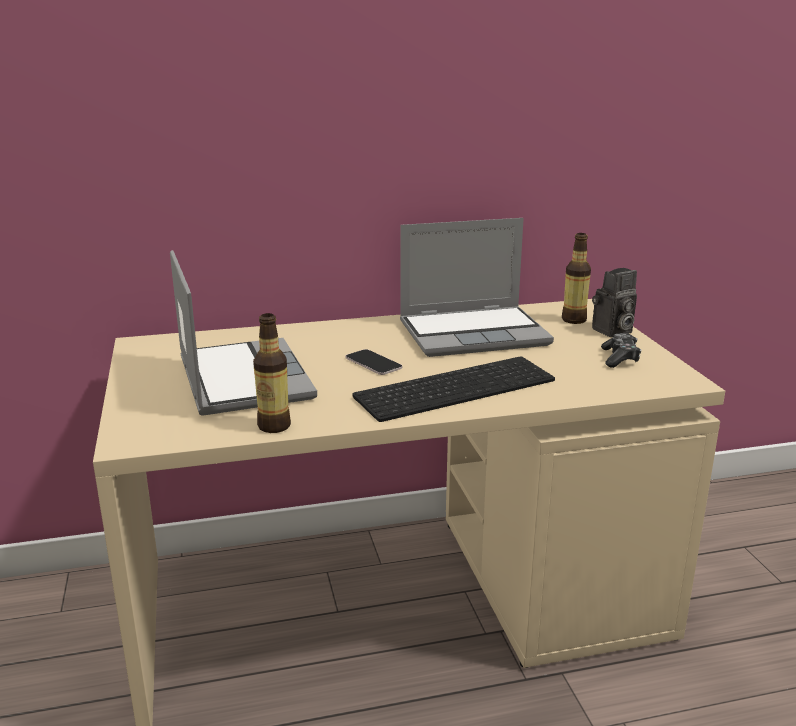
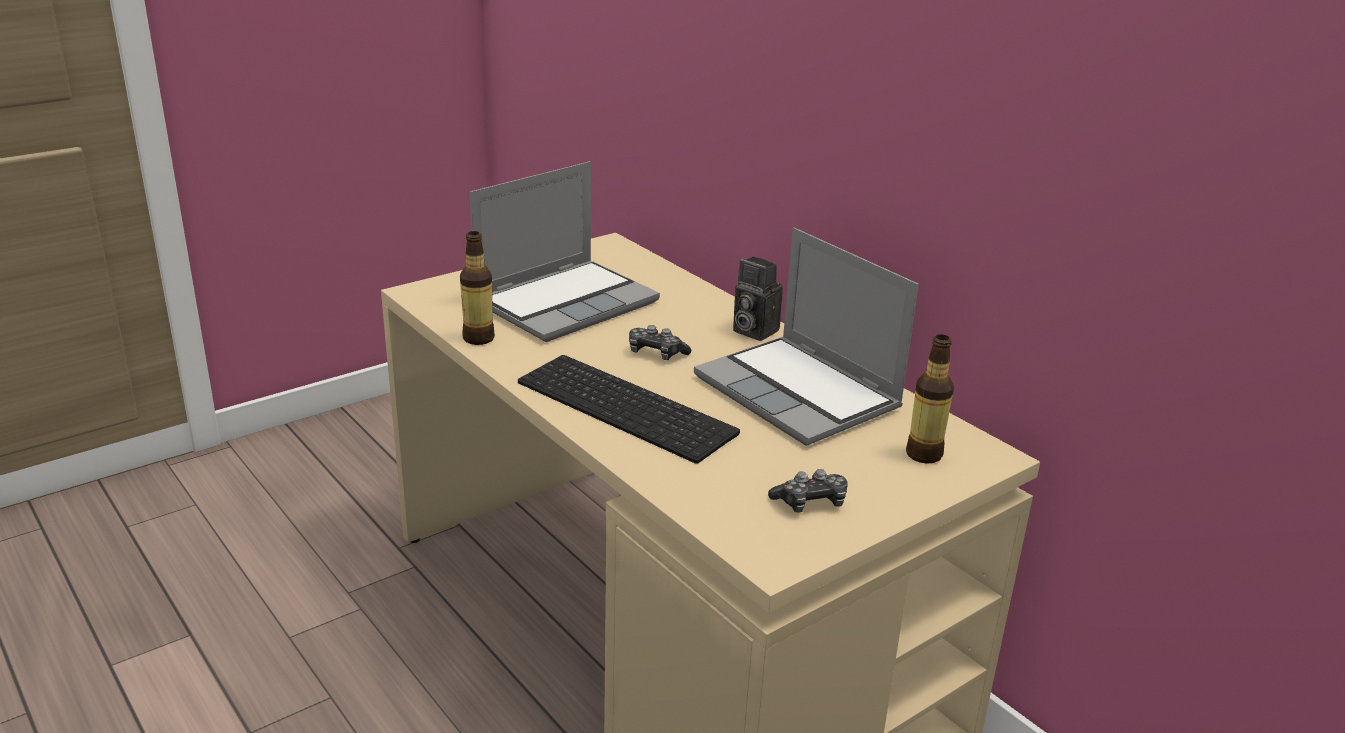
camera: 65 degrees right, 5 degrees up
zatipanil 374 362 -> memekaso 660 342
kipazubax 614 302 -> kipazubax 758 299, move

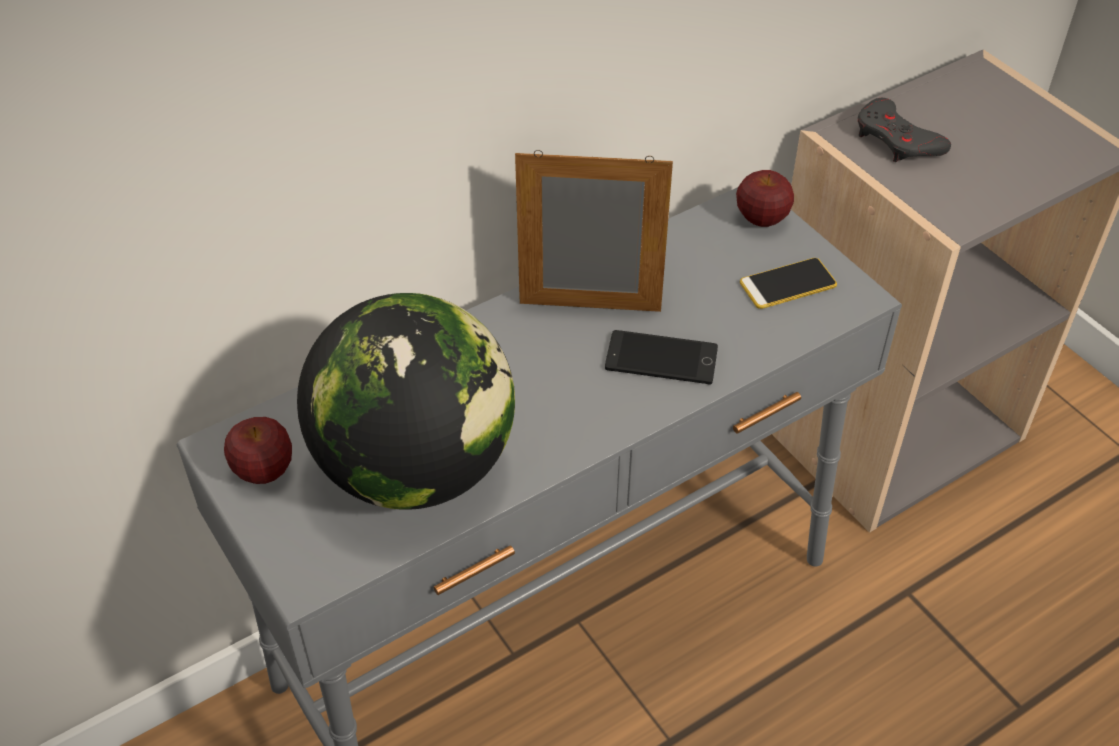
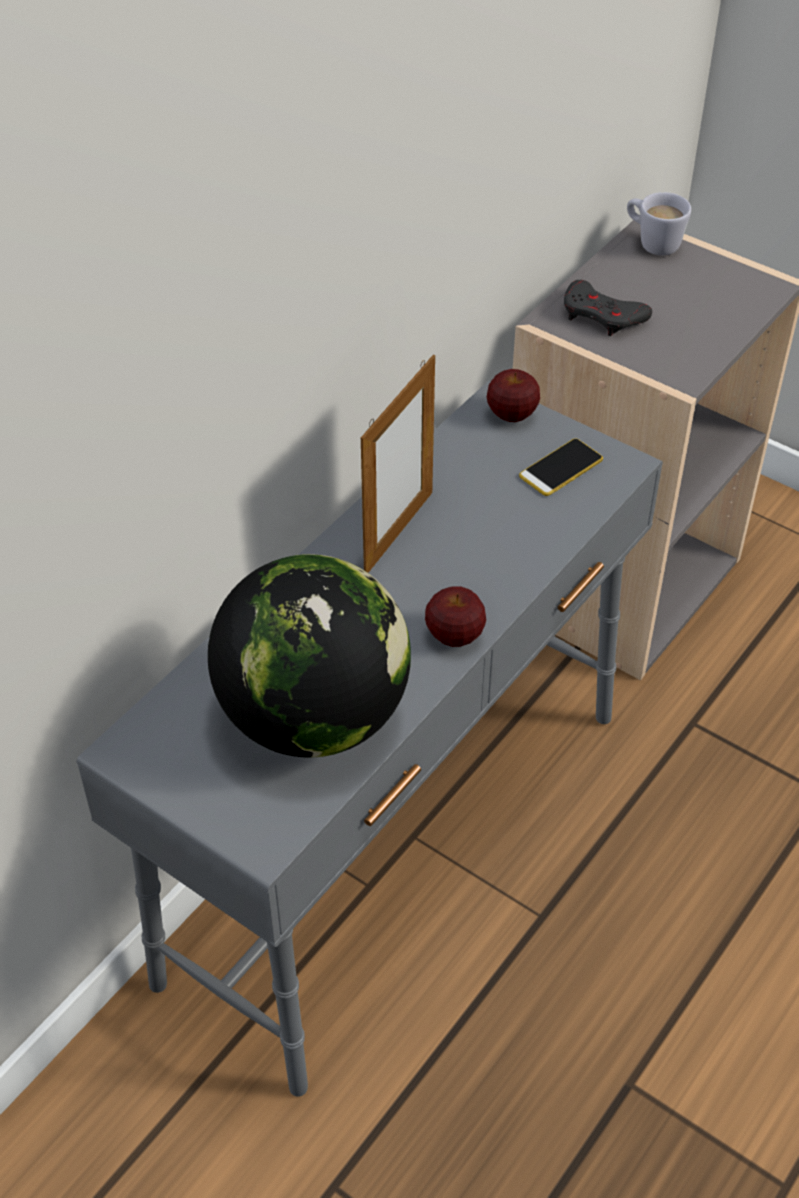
camera: 20 degrees left, 0 degrees up
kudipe 594 231 -> kudipe 398 464, 135 degrees clockwise
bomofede 258 450 -> bomofede 455 616, move
none -> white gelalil 659 224
zatipanil 661 357 -> none

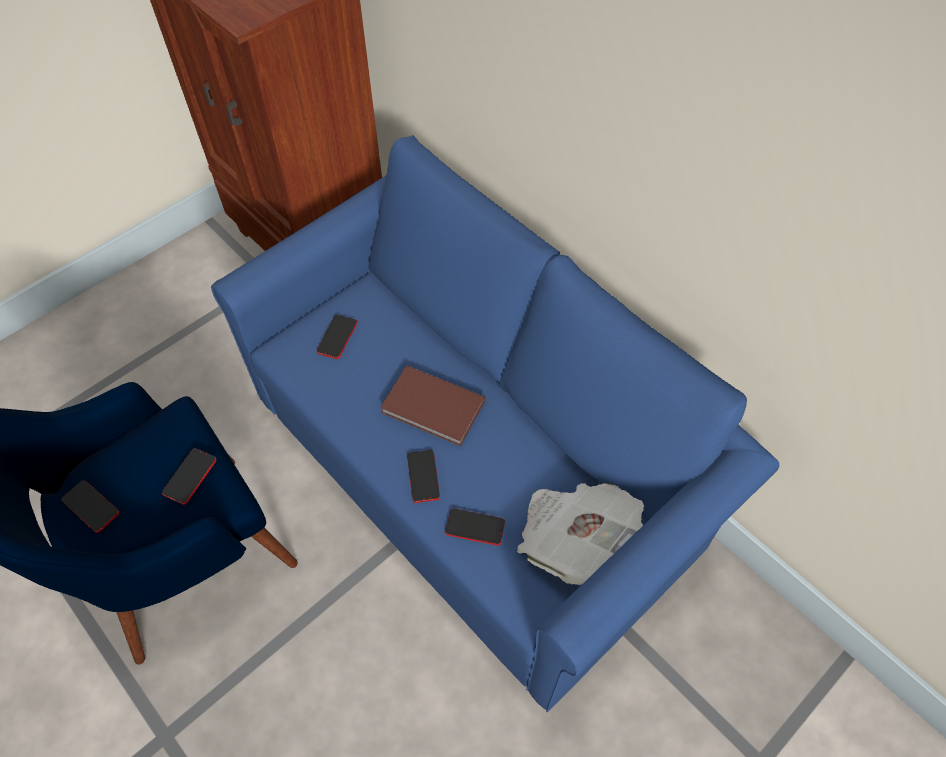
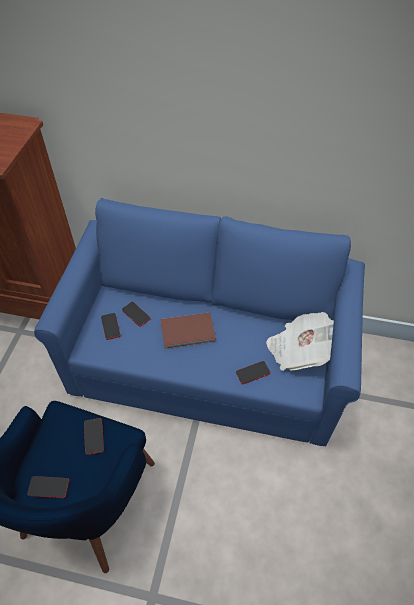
camera: 35 degrees left, 5 degrees down
zatipanil 423 476 -> zatipanil 136 314, move

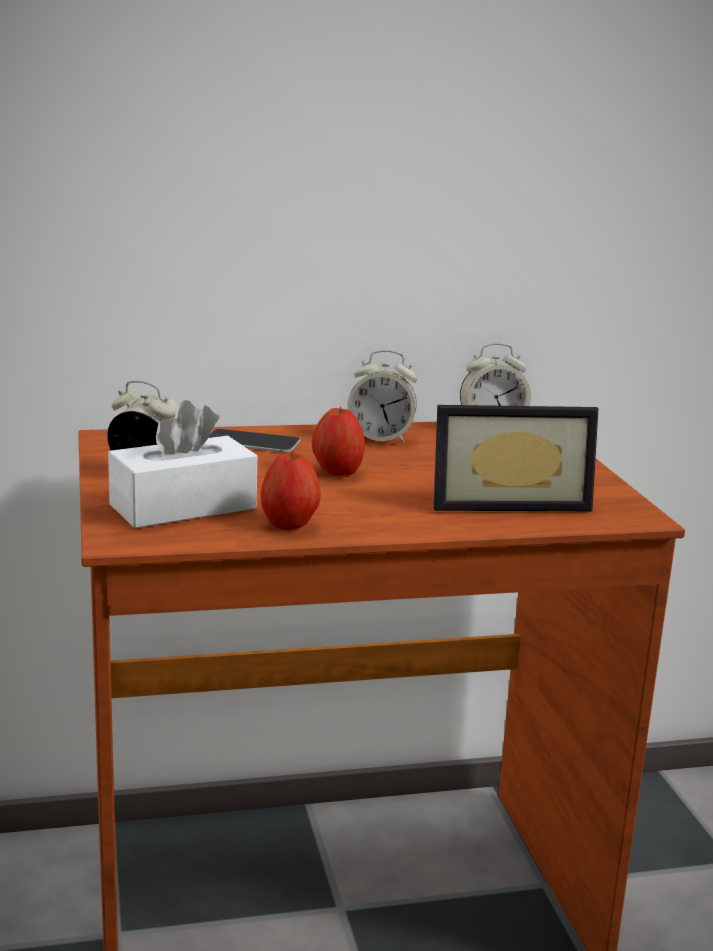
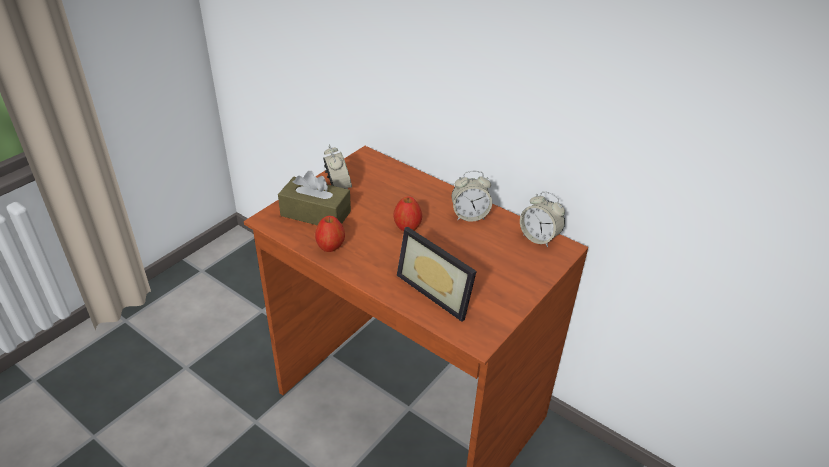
camera: 50 degrees right, 20 degrees up
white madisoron 182 464 -> brown madisoron 314 198
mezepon 382 397 -> mezepon 472 196, 60 degrees counterclockwise
zatipanil 254 441 -> none

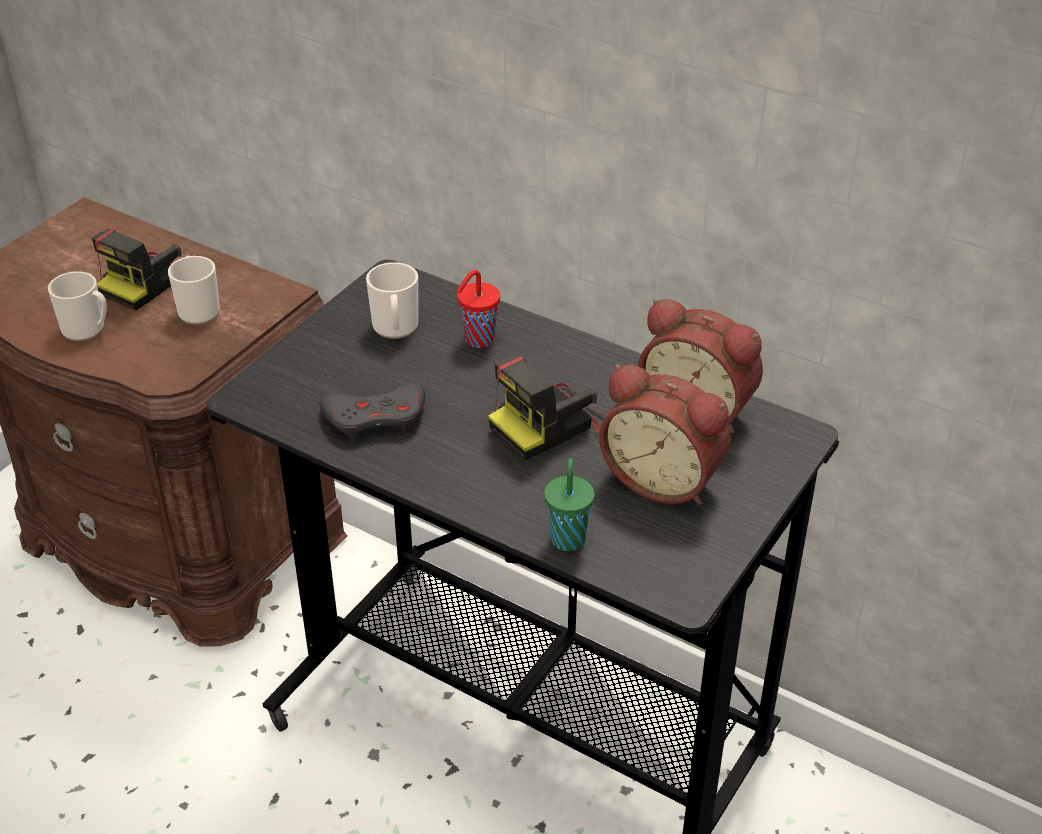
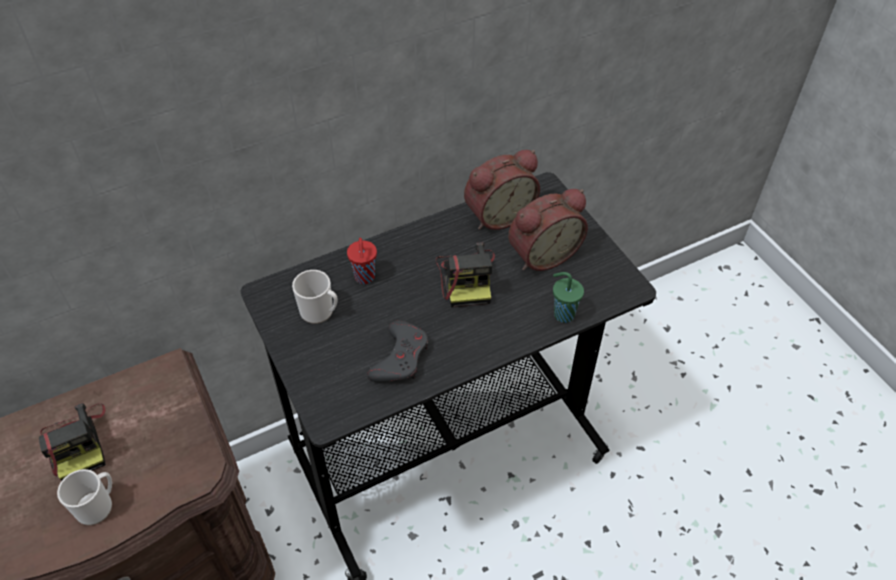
camera: 60 degrees left, 10 degrees up
gelalil 194 290 -> none

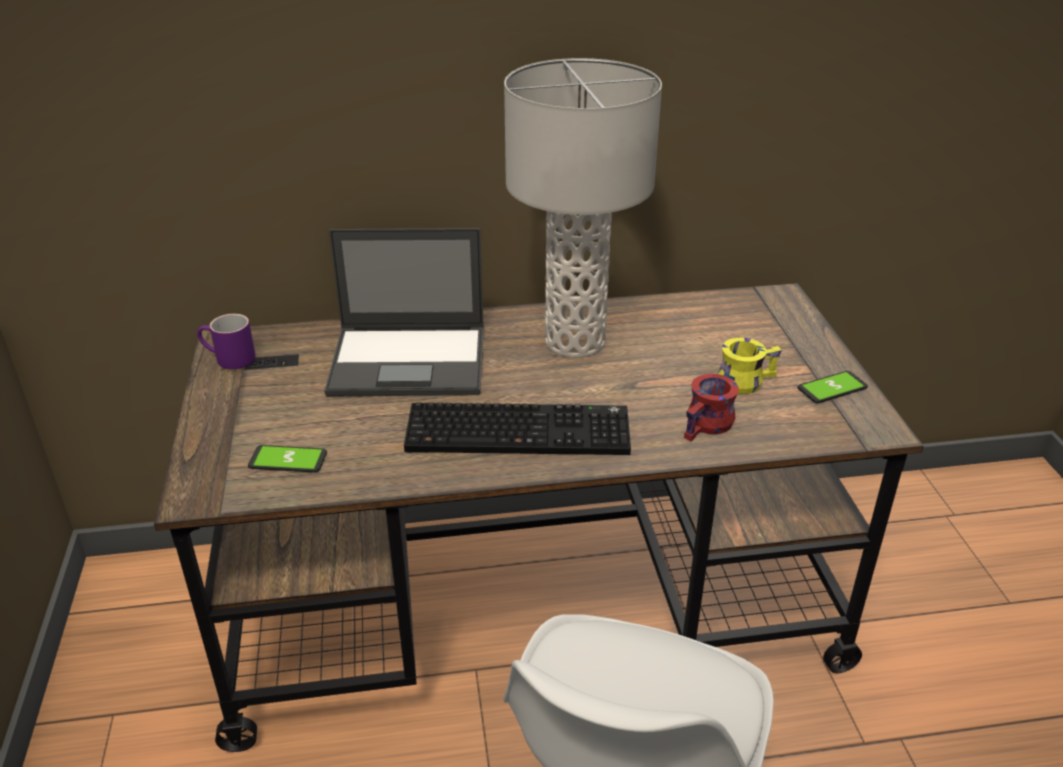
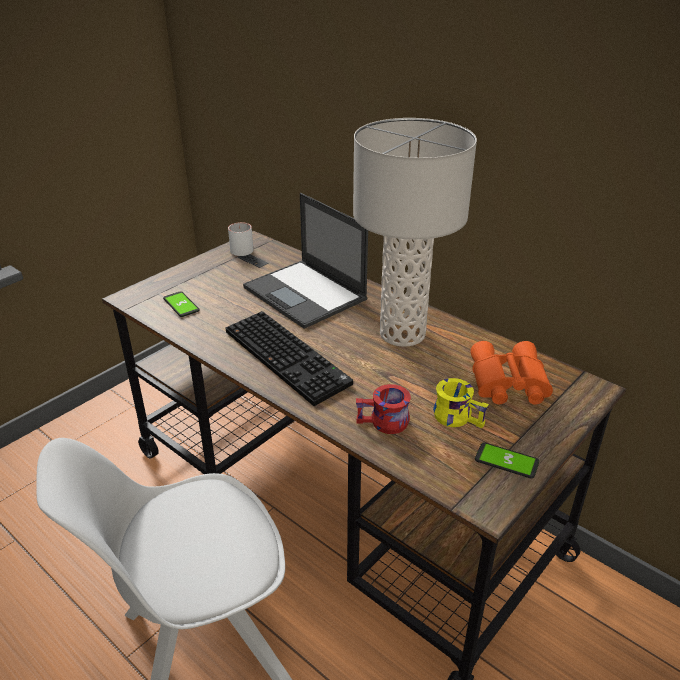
camera: 50 degrees right, 0 degrees up
purple gelalil 226 341 -> white gelalil 240 239
none -> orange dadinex 511 373

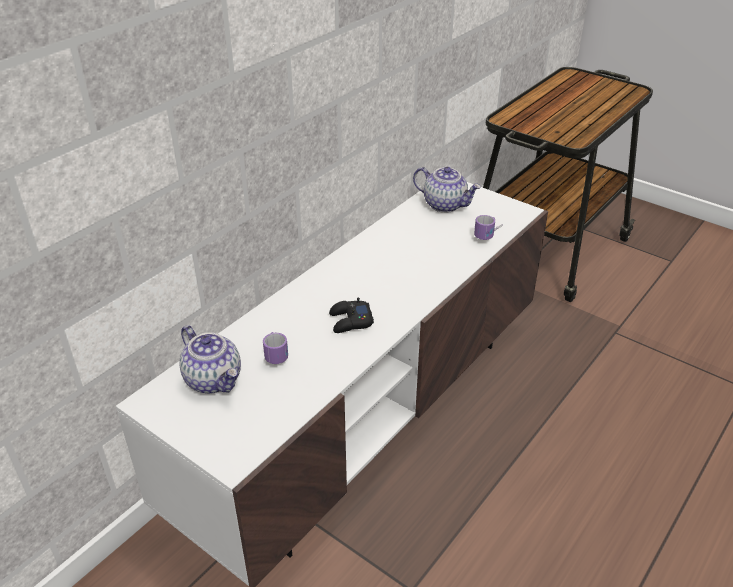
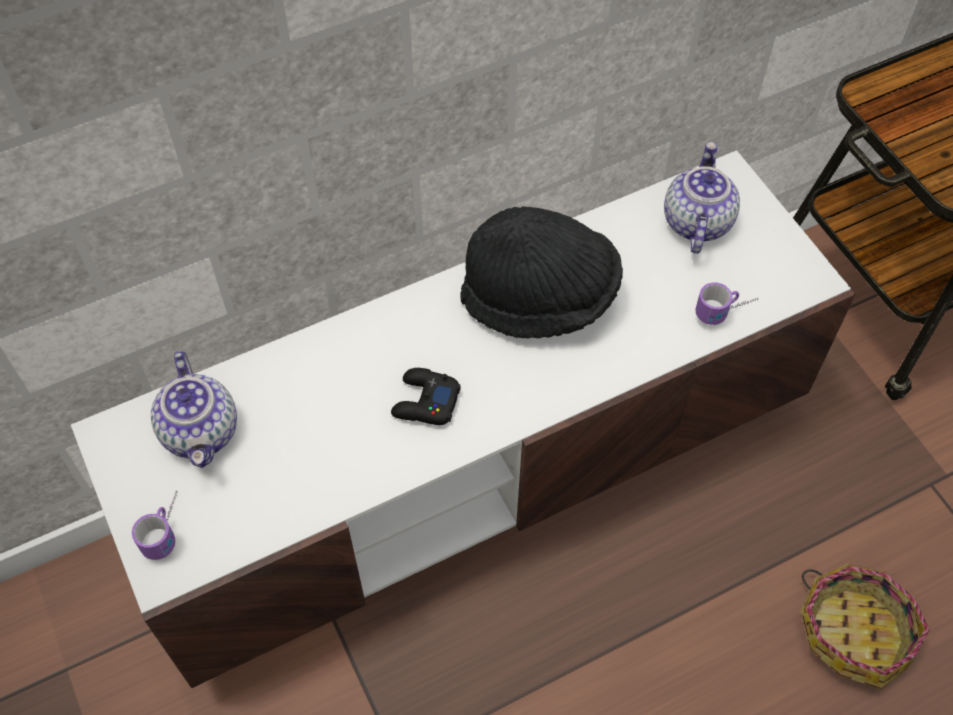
camera: 25 degrees right, 20 degrees up
gelalil 275 348 -> gelalil 155 525, move
none -> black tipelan 541 272
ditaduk 447 190 -> ditaduk 702 198, 135 degrees counterclockwise
none -> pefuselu 865 626

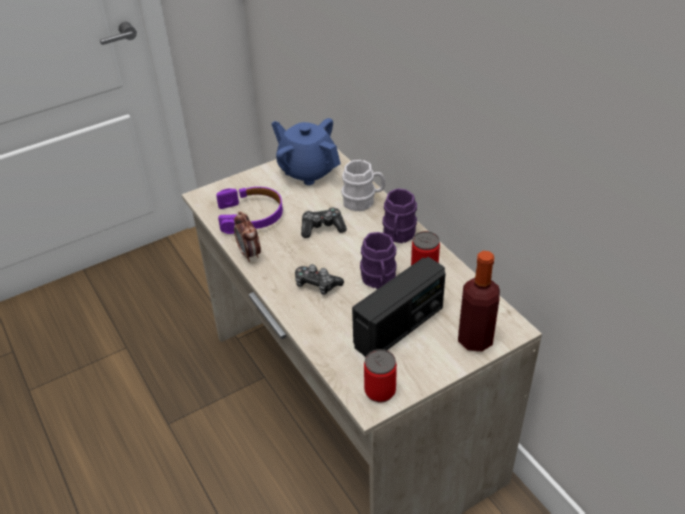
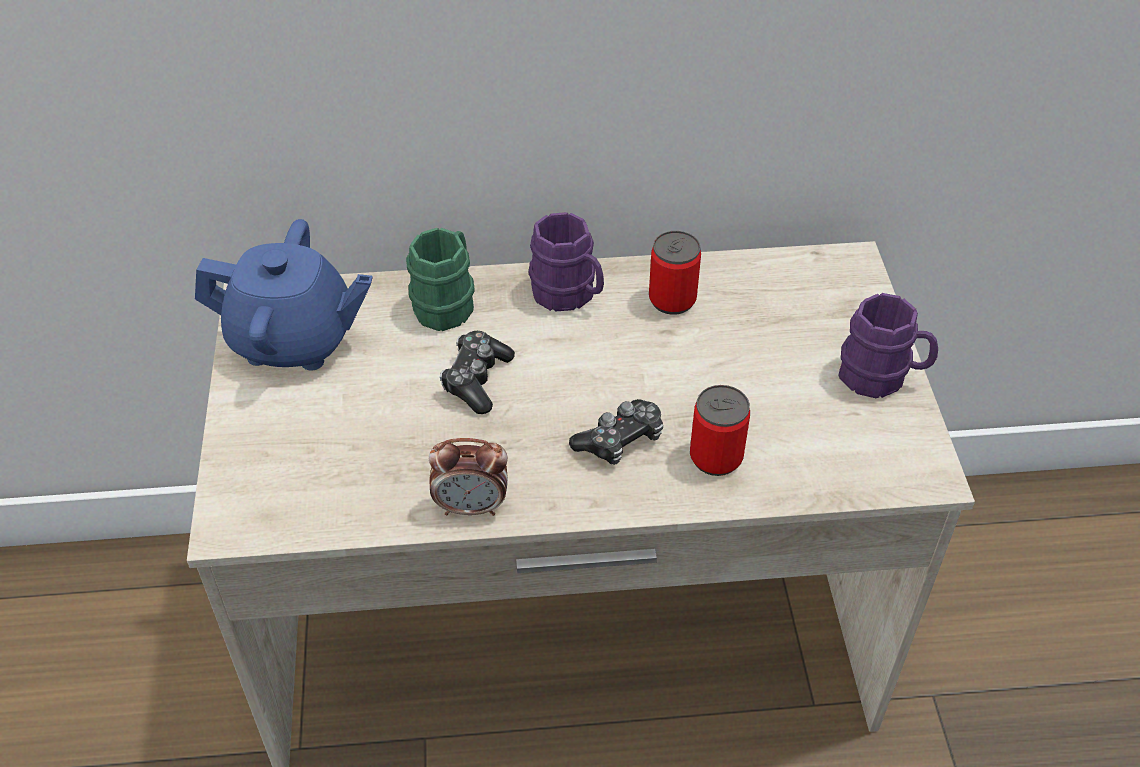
camera: 65 degrees left, 5 degrees up
blue ditaduk 306 151 -> blue ditaduk 284 295, 150 degrees counterclockwise
white gelalil 363 185 -> green gelalil 440 279
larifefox 380 376 -> larifefox 720 430, move
purple gelalil 378 260 -> purple gelalil 888 346, move
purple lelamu 249 210 -> none
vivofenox 399 307 -> none
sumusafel 479 301 -> none

